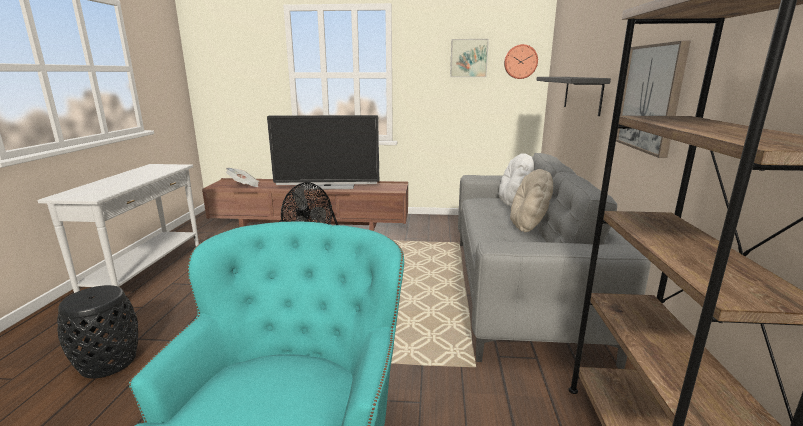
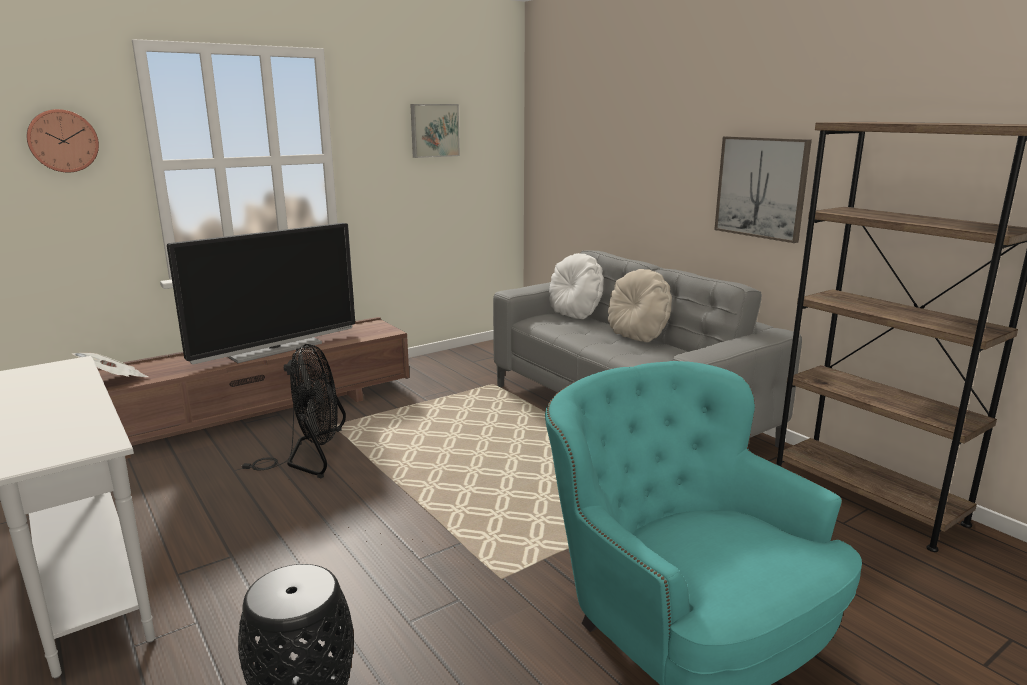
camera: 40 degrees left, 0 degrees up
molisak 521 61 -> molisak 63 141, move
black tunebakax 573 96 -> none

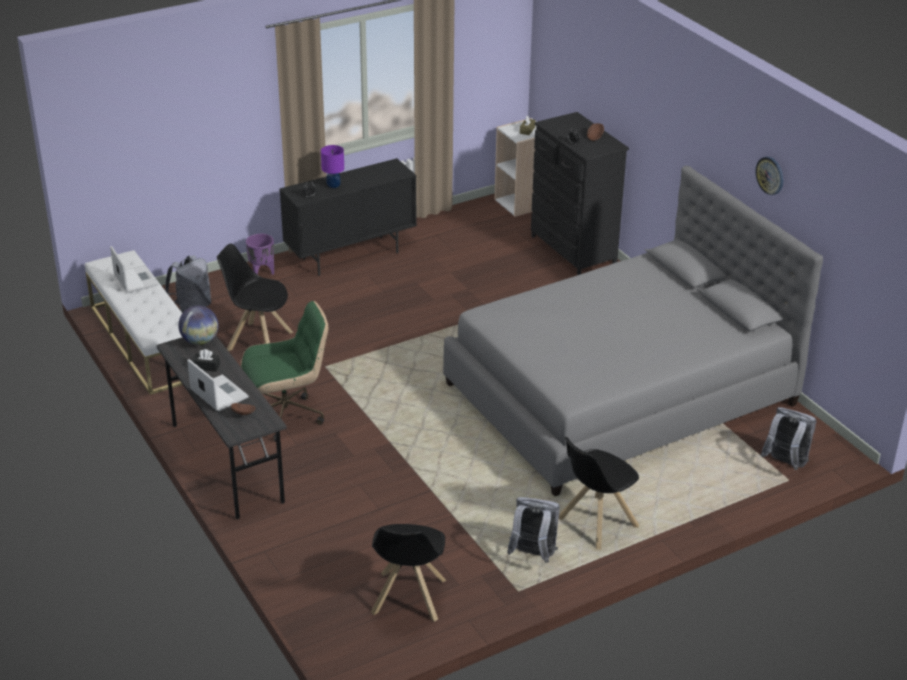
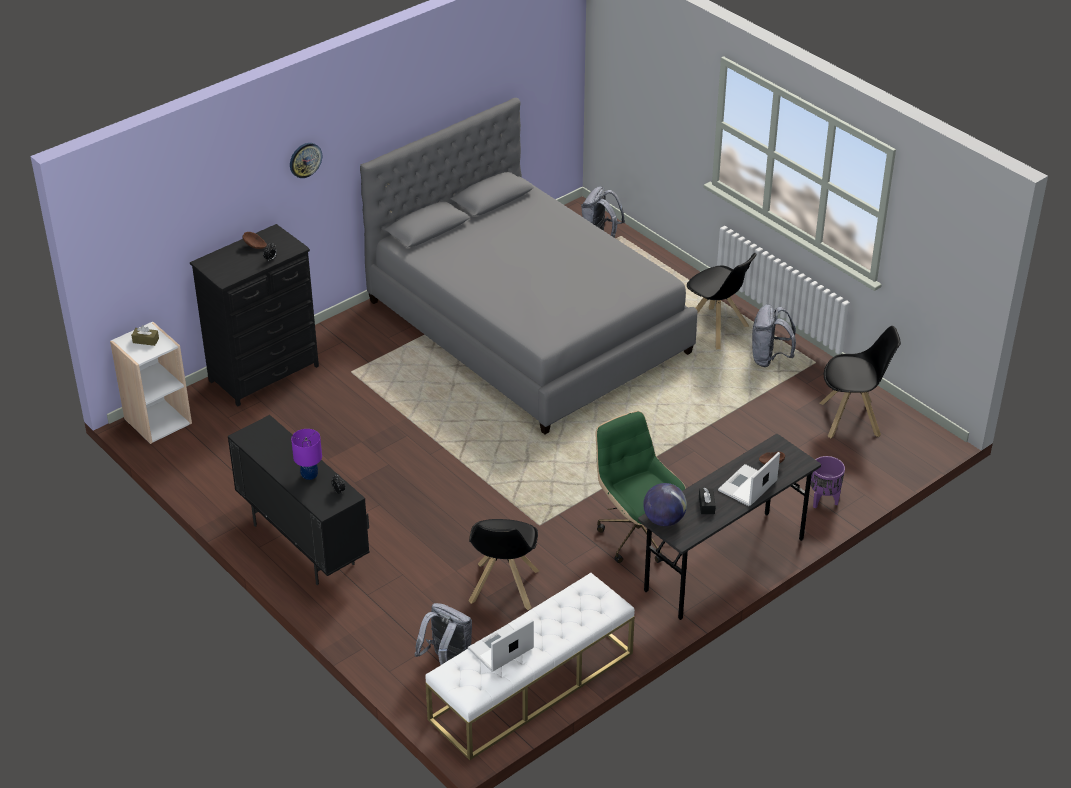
camera: 100 degrees left, 5 degrees up
molisak 769 176 -> molisak 306 160, move
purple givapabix 260 254 -> purple givapabix 828 482, move

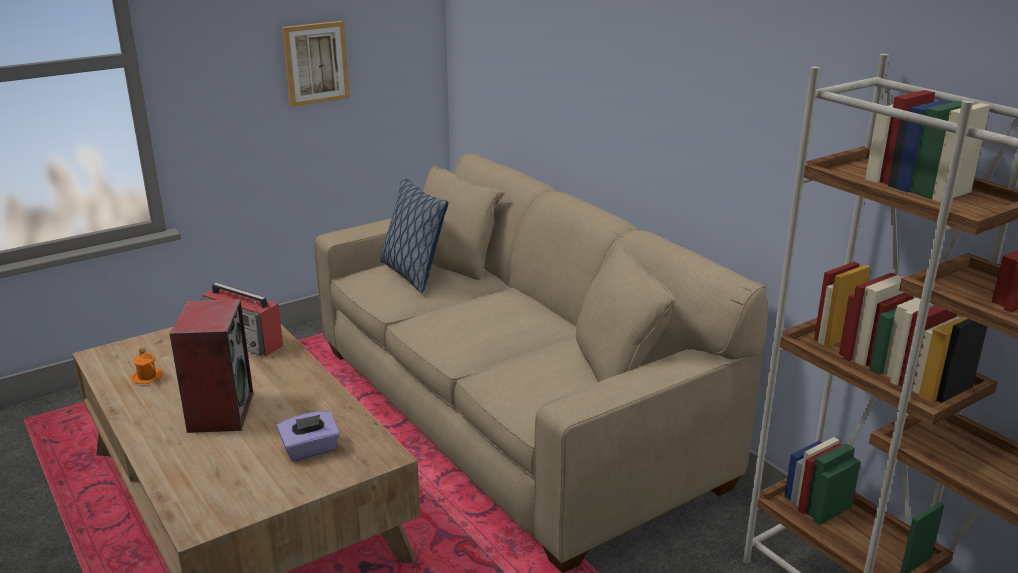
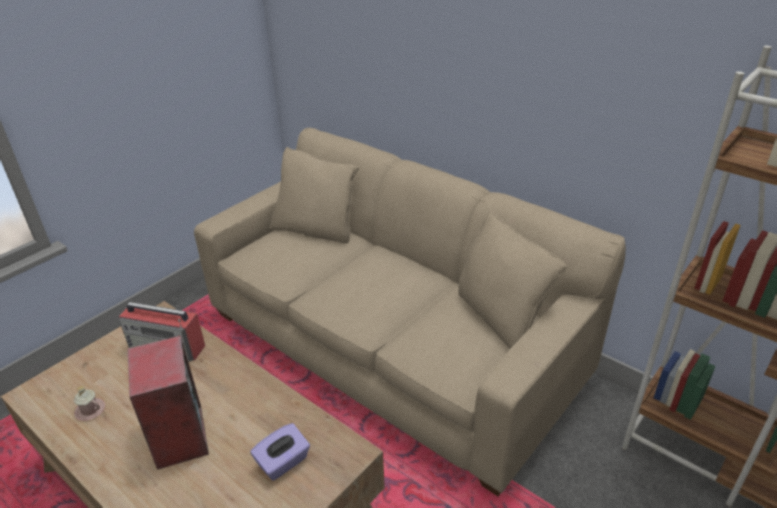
camera: 15 degrees left, 10 degrees up
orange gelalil 147 365 -> pink gelalil 89 403
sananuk 316 64 -> none
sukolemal 414 234 -> none

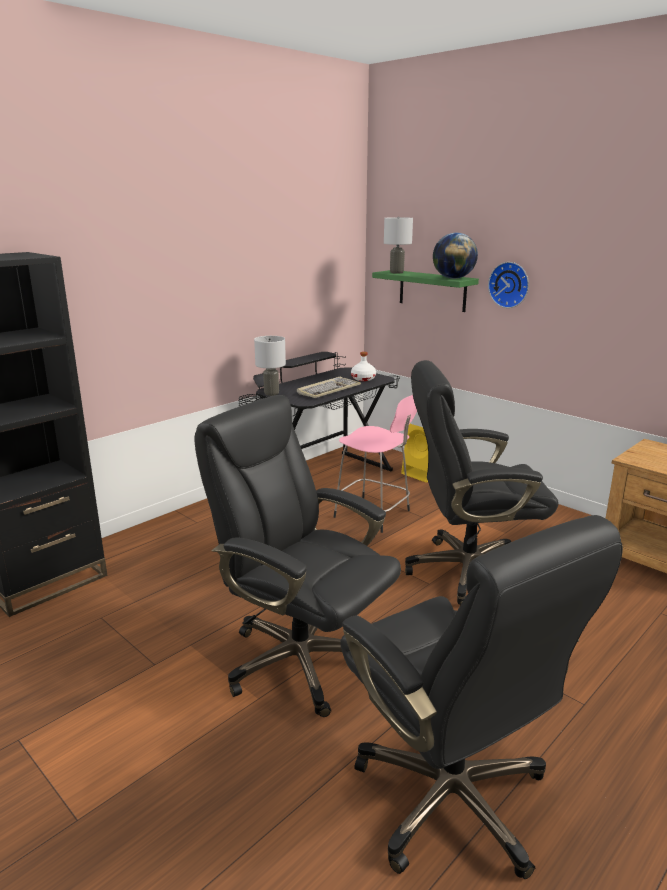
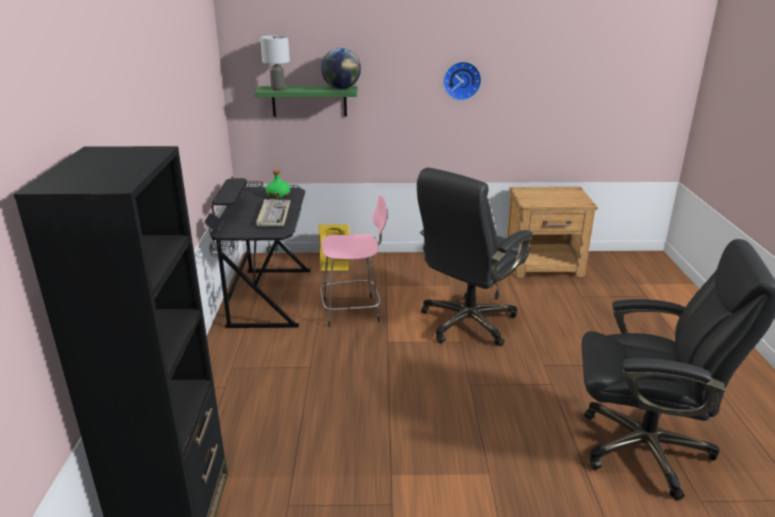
camera: 45 degrees left, 5 degrees up
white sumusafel 363 366 -> green sumusafel 278 184
molisak 508 285 -> molisak 462 81, move
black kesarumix 298 556 -> none
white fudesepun 270 366 -> none

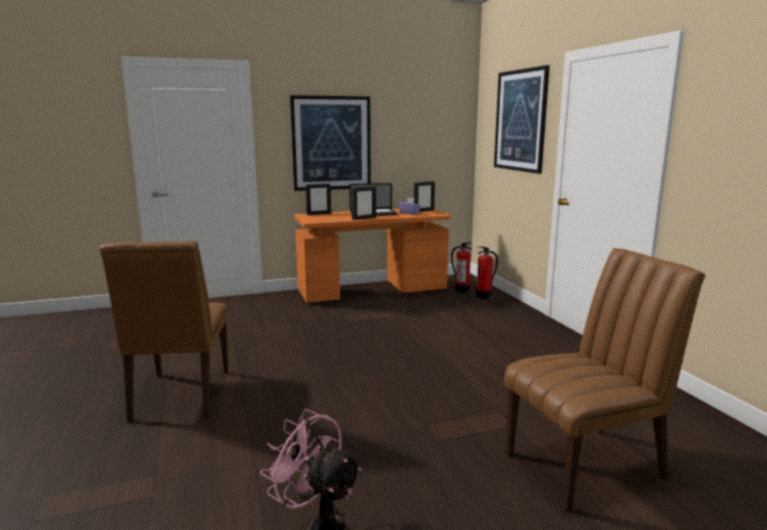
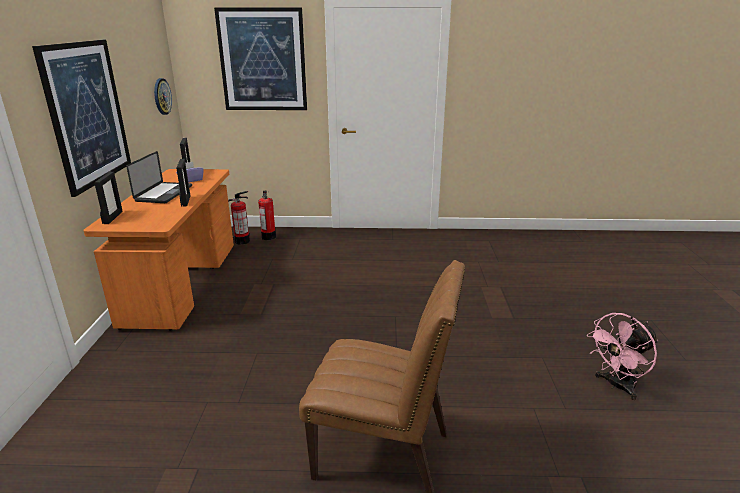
camera: 70 degrees left, 10 degrees up
none -> molisak 163 96
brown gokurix 604 379 -> none

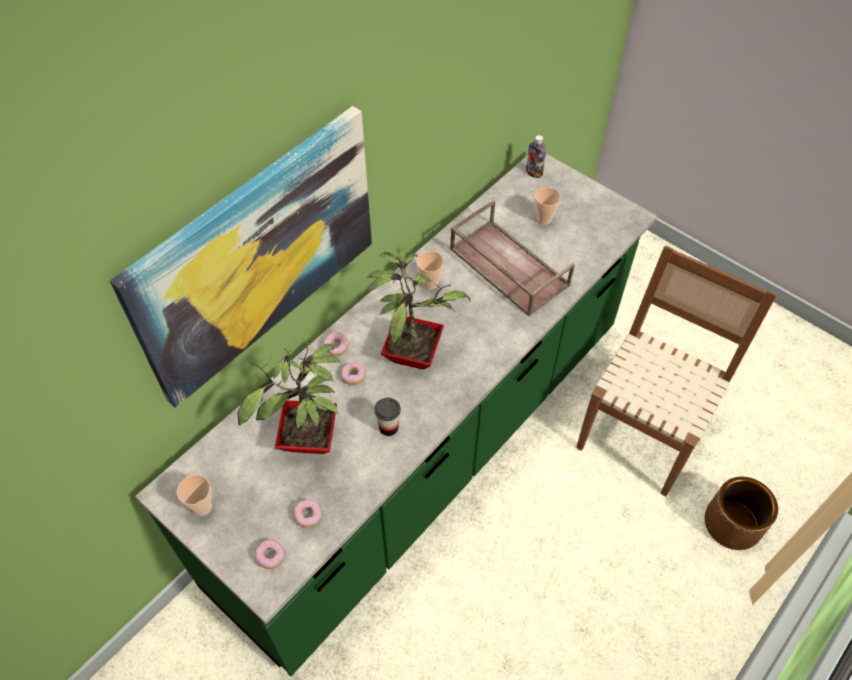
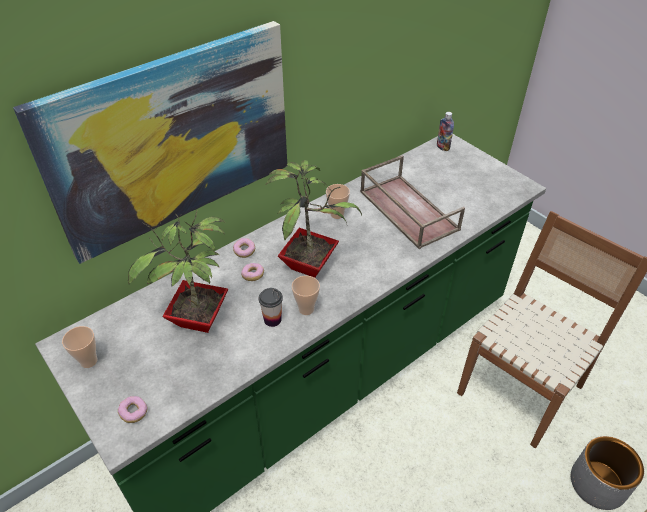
camera: 10 degrees right, 10 degrees down
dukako 548 206 -> dukako 306 295, move
brown givapabix 741 513 -> grey givapabix 607 473
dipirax 307 513 -> none

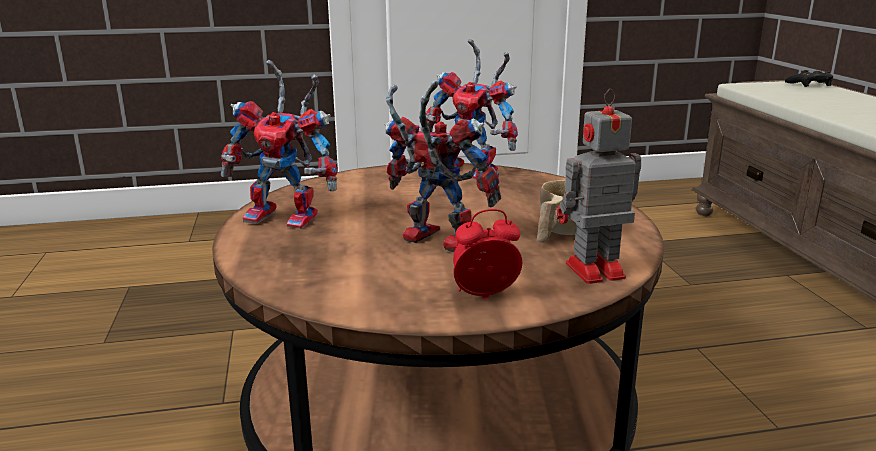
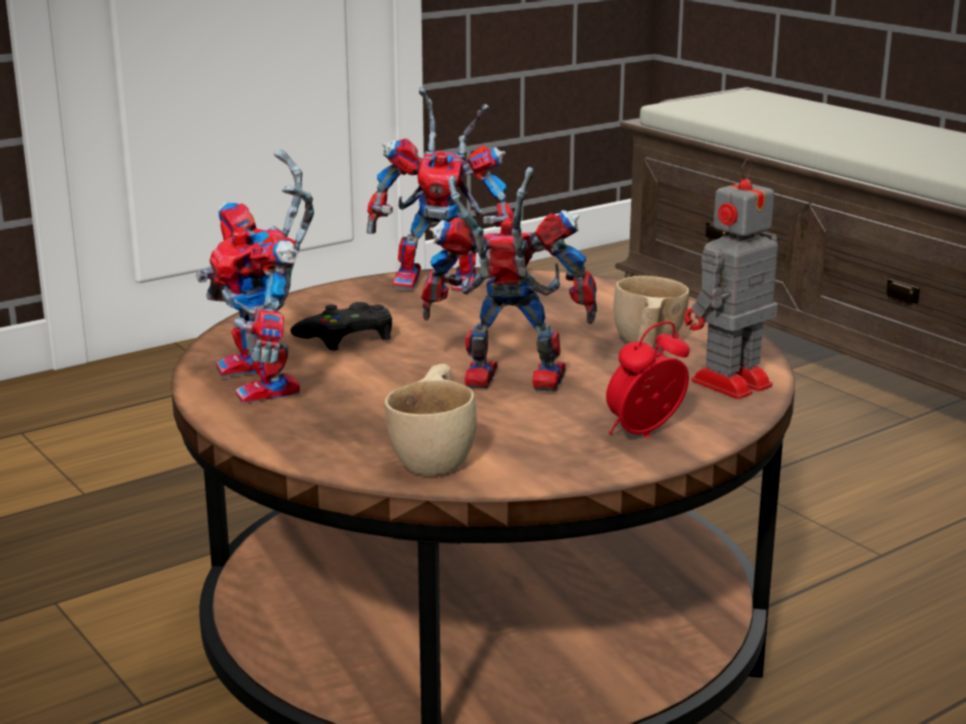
camera: 25 degrees left, 0 degrees up
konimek 279 144 -> konimek 255 277, 75 degrees clockwise
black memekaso 809 78 -> black memekaso 341 326, move
none -> beige dukako 431 420

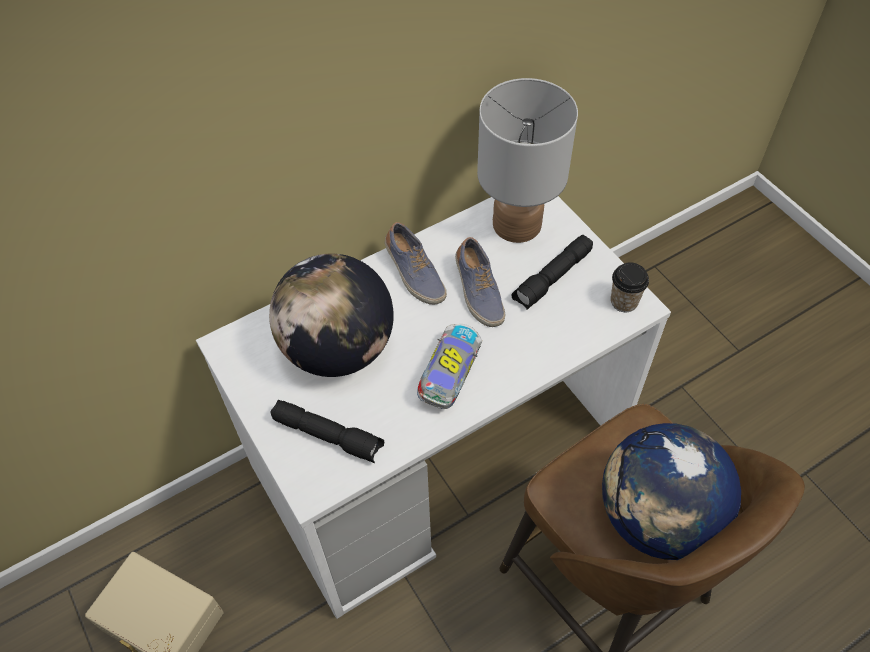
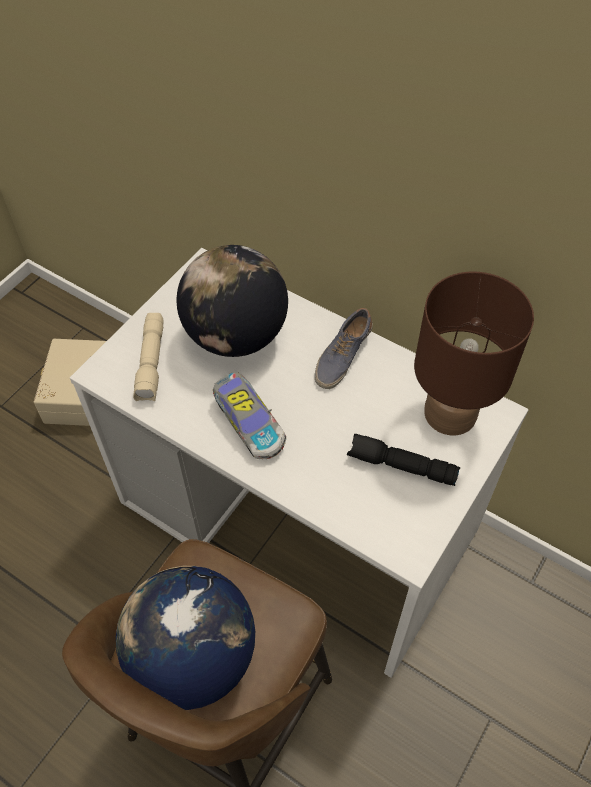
camera: 65 degrees right, 0 degrees up
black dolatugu 327 431 -> beige dolatugu 148 357
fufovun 449 367 -> fufovun 249 415, 60 degrees clockwise
grey fudesepun 527 160 -> brown fudesepun 474 353
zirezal 480 282 -> none
dukako 630 287 -> none

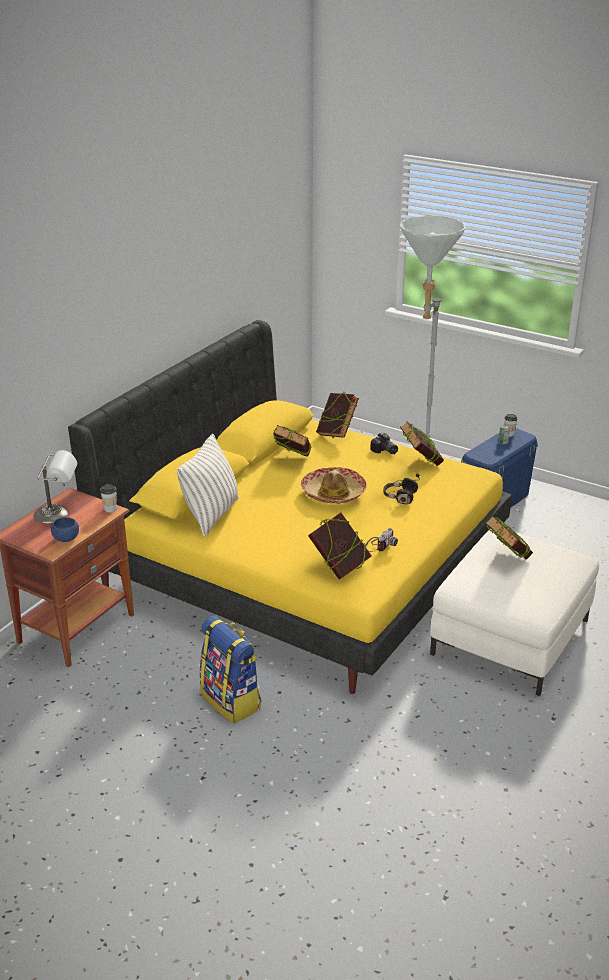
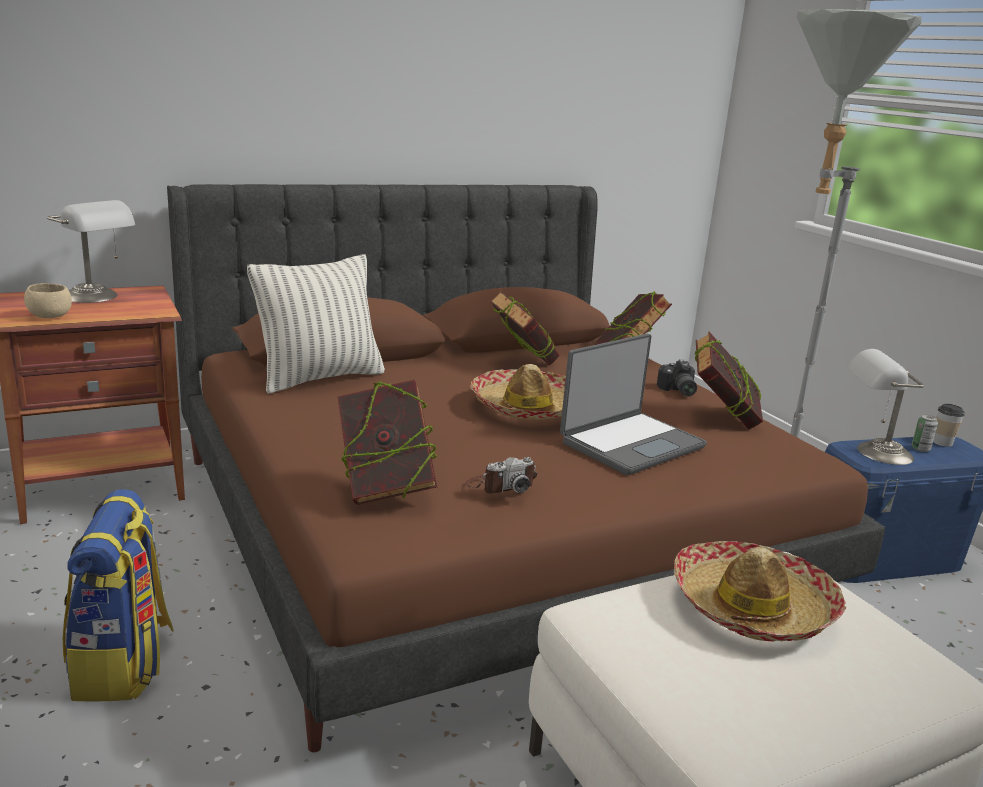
camera: 30 degrees right, 10 degrees down
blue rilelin 65 529 -> beige rilelin 48 300
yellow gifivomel 290 507 -> brown gifivomel 526 468
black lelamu 401 488 -> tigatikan 633 404
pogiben 509 537 -> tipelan 760 591
none -> white fudesepun 885 407
dukako 108 498 -> none

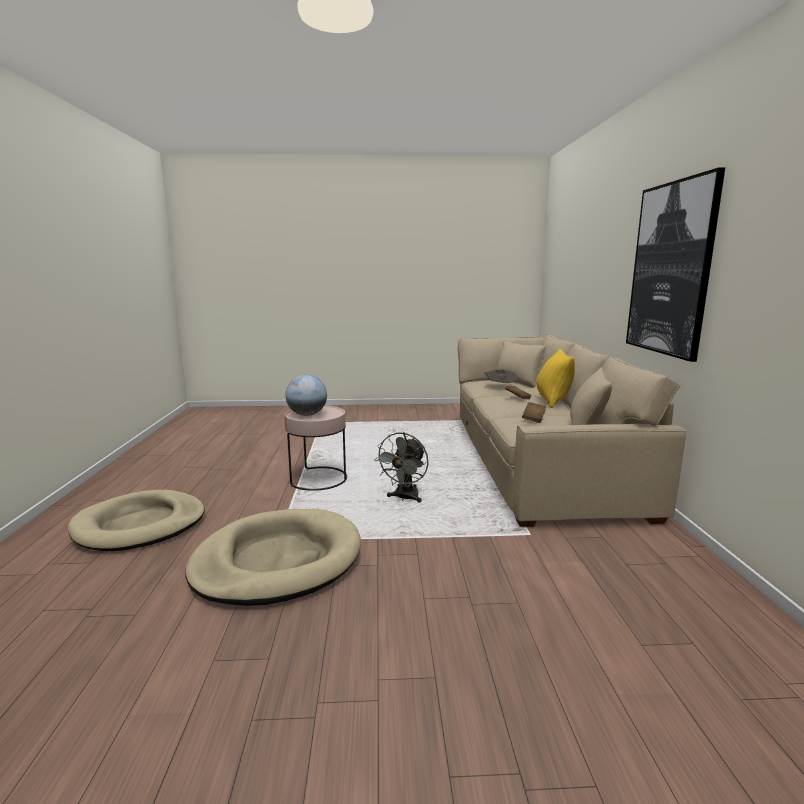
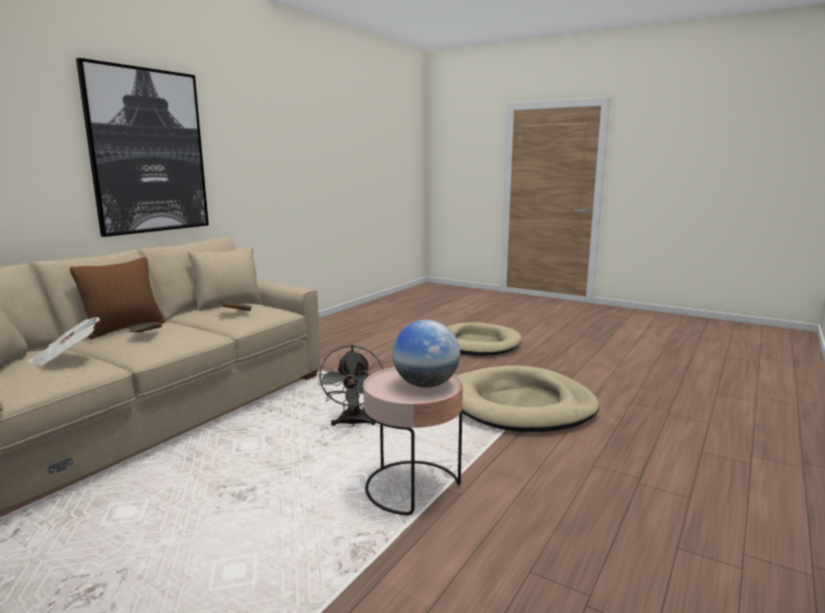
camera: 145 degrees left, 0 degrees up
yellow sukolemal 555 378 -> brown sukolemal 117 298
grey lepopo 401 467 -> grey lepopo 350 386, 120 degrees clockwise
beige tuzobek 136 520 -> beige tuzobek 485 339, move

